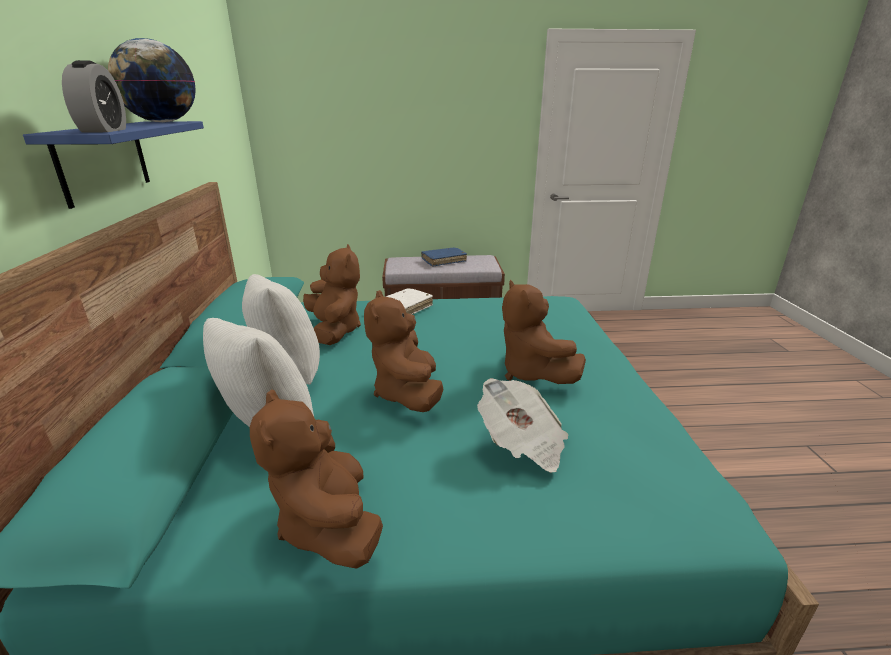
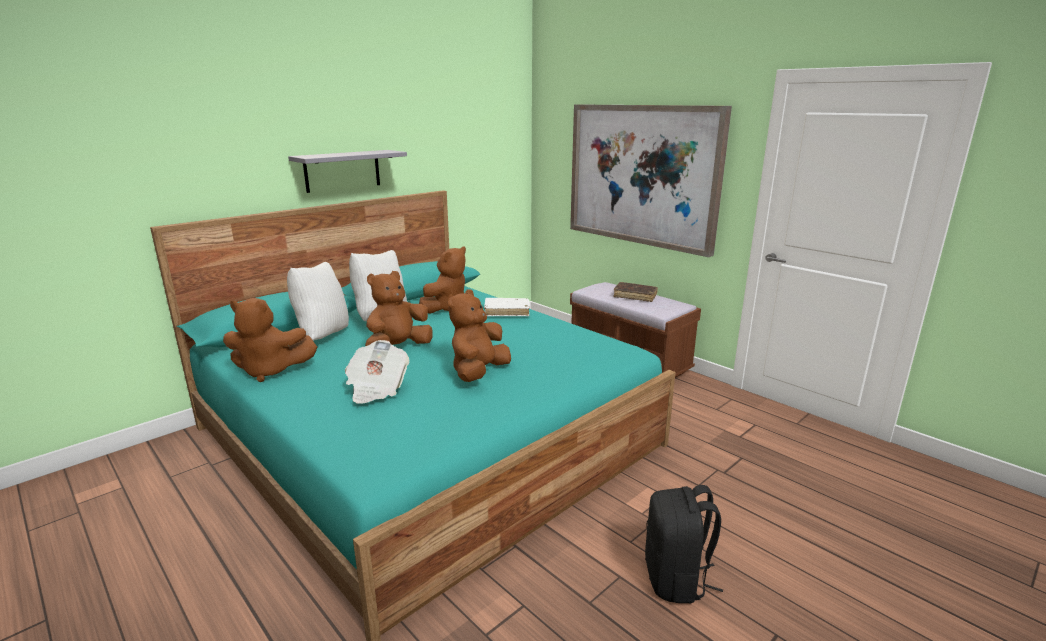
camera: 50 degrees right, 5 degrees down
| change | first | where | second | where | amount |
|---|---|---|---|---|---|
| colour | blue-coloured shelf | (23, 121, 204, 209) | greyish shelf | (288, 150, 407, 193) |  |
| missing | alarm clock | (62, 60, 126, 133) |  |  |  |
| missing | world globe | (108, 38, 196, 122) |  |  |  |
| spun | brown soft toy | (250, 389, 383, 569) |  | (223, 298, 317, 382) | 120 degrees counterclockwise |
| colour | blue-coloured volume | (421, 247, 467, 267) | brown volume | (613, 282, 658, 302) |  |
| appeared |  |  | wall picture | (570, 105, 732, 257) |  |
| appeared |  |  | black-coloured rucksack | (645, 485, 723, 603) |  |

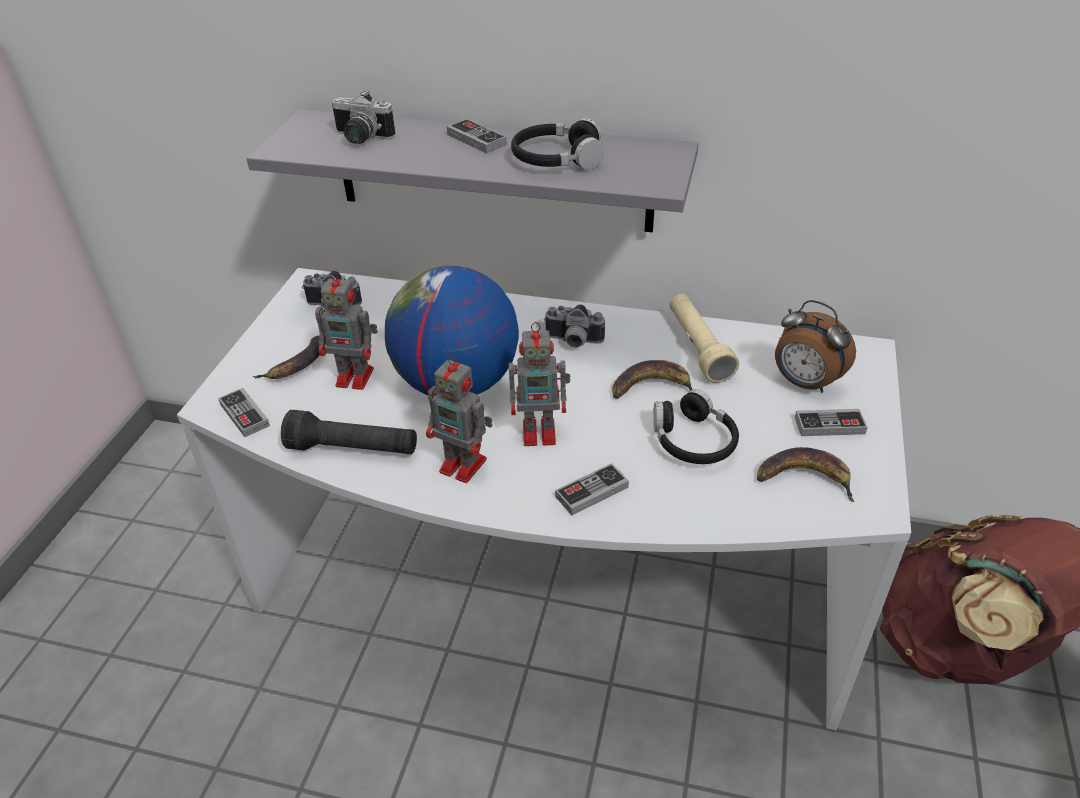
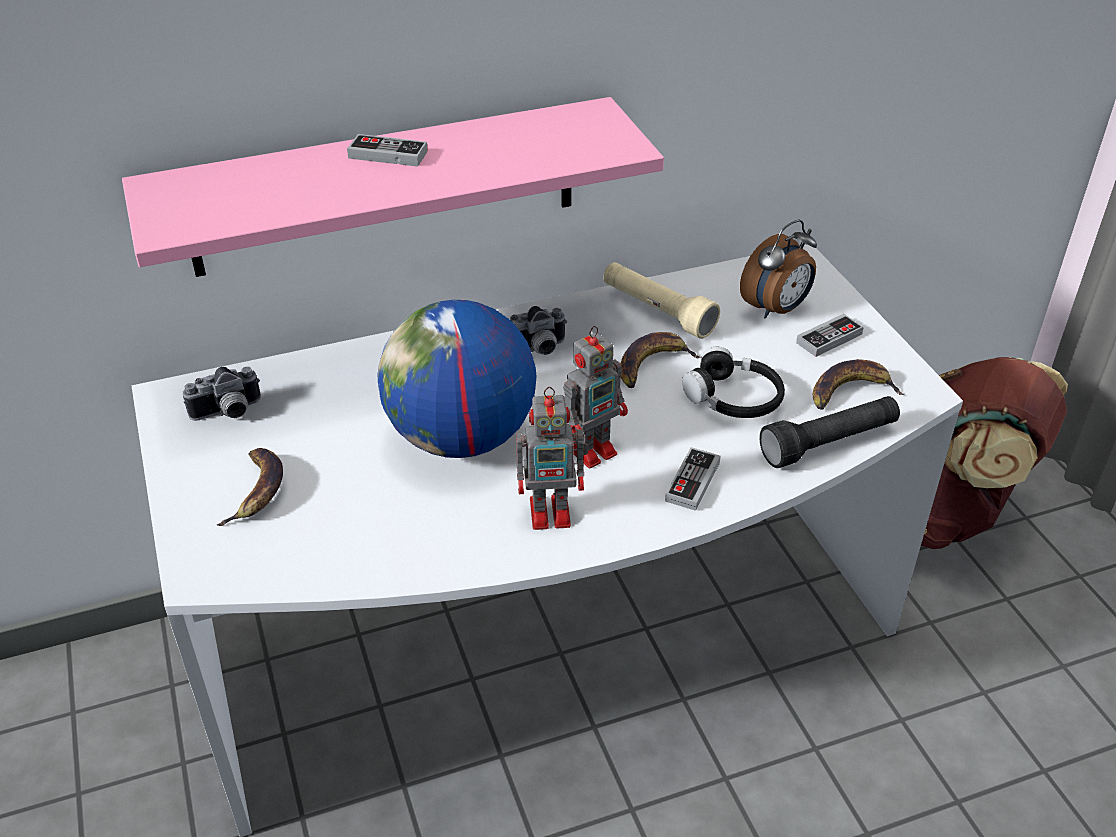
camera: 35 degrees left, 0 degrees up
| change | first | where | second | where | amount |
|---|---|---|---|---|---|
| missing | joypad | (218, 388, 270, 437) |  |  |  |
| colour | greyish shelf | (246, 109, 699, 233) | pink shelf | (122, 97, 664, 277) |  |
| relocated | black-coloured torch | (281, 410, 417, 454) |  | (760, 396, 900, 468) |  |
| missing | toy robot | (315, 270, 378, 390) |  |  |  |
| missing | still camera | (332, 91, 395, 144) |  |  |  |
| missing | black-coloured headset | (511, 118, 605, 170) |  |  |  |
| spun | alarm clock | (775, 300, 856, 393) |  | (740, 220, 817, 319) | 45 degrees counterclockwise |

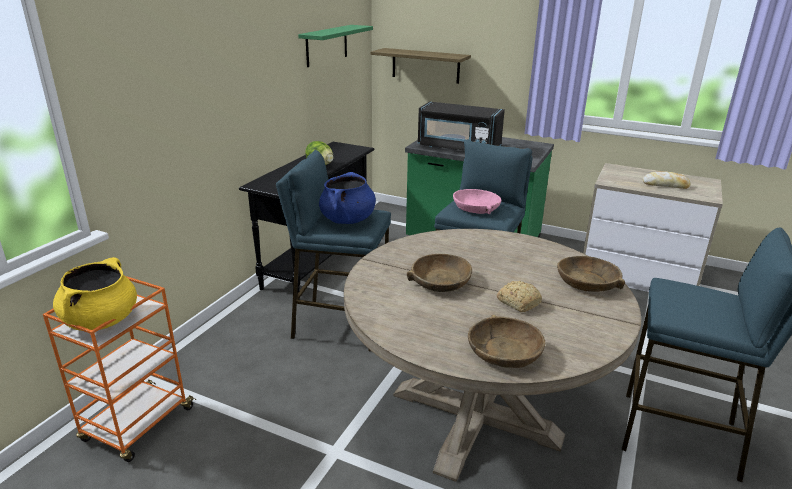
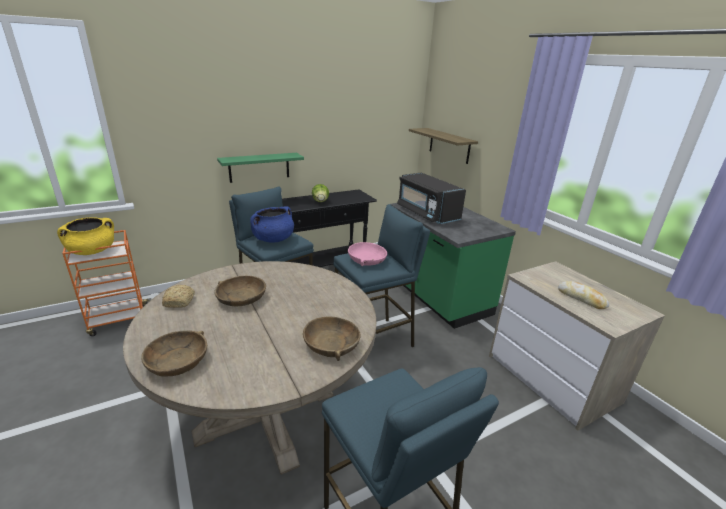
camera: 35 degrees right, 0 degrees up
| change | first | where | second | where | amount |
|---|---|---|---|---|---|
| relocated | green shelf | (298, 25, 373, 67) |  | (217, 153, 304, 183) |  |
| relocated | bread | (497, 281, 542, 312) |  | (162, 285, 195, 308) |  |

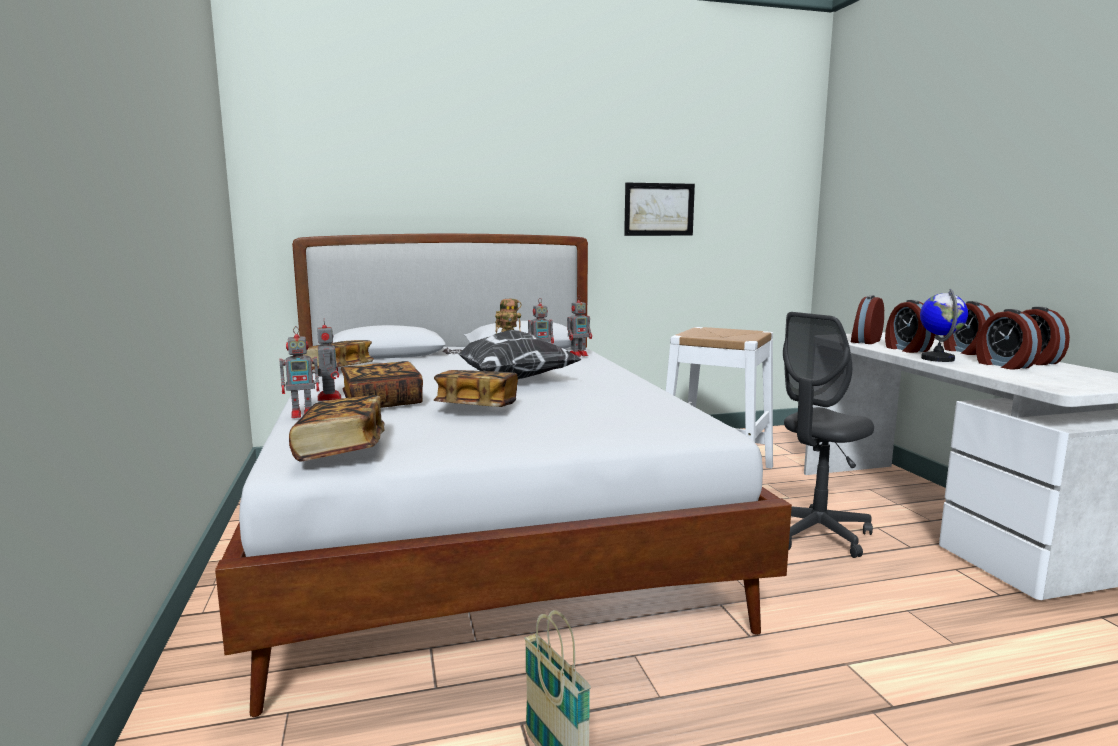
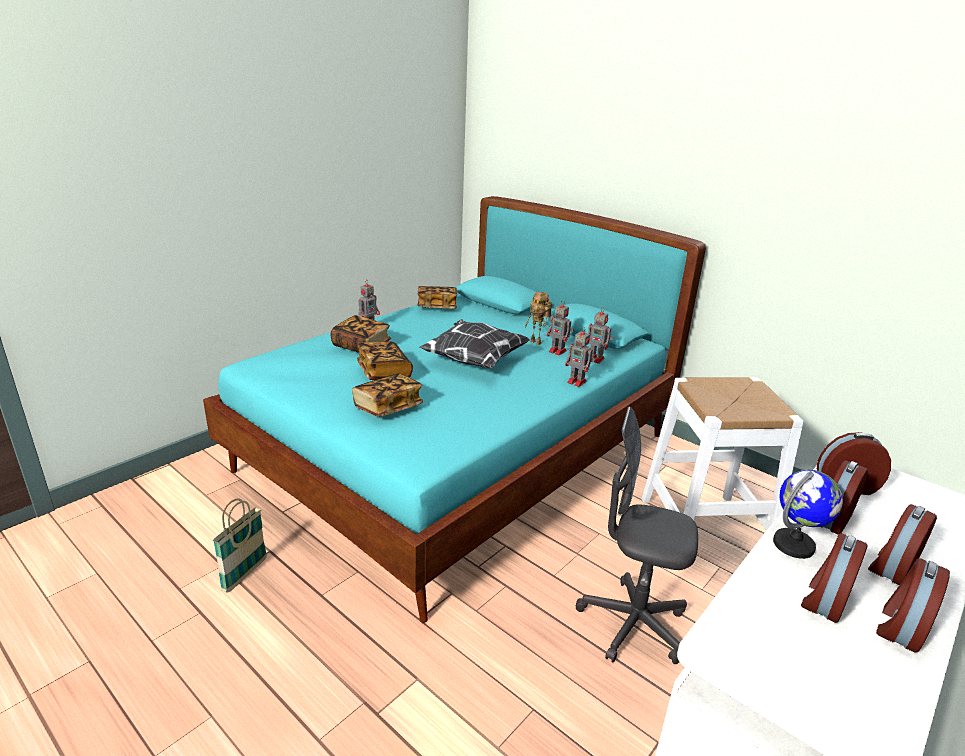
camera: 55 degrees right, 15 degrees up
| change | first | where | second | where | amount |
|---|---|---|---|---|---|
| colour | white-coloured sleeping bed | (215, 233, 792, 717) | turquoise sleeping bed | (203, 196, 706, 623) |  |
| relocated | toy robot | (279, 326, 322, 418) |  | (565, 327, 595, 387) |  |
| relocated | volume | (289, 395, 385, 462) |  | (352, 373, 423, 417) |  |
| missing | wall picture | (624, 182, 695, 236) |  |  |  |

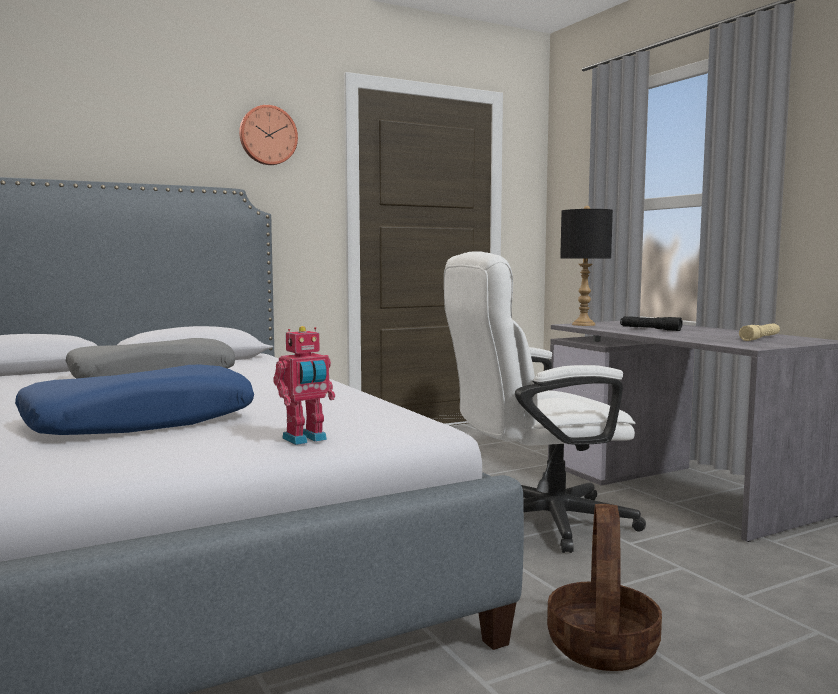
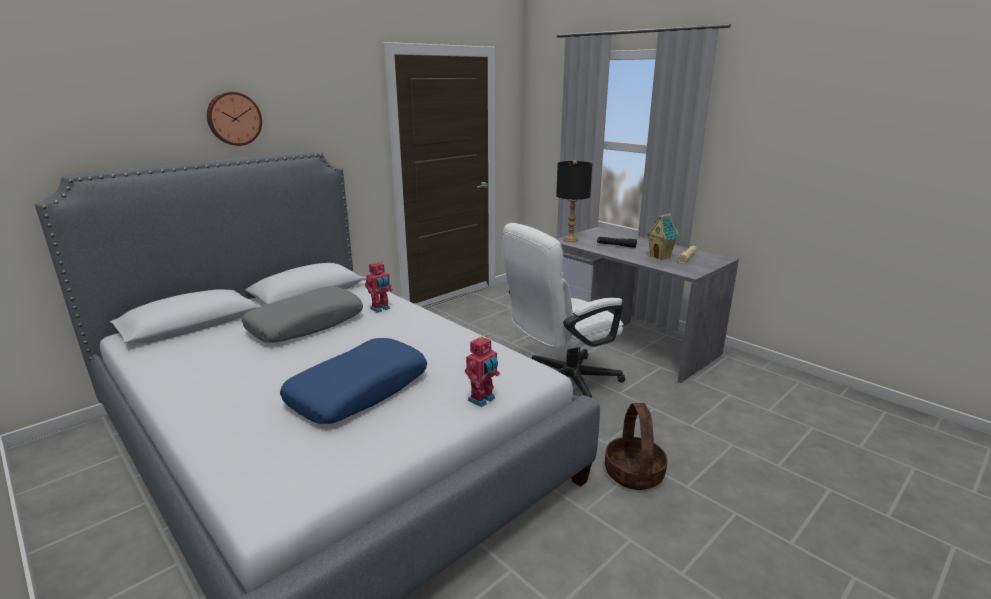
camera: 15 degrees left, 15 degrees up
| change | first | where | second | where | amount |
|---|---|---|---|---|---|
| relocated | hanging clock | (239, 105, 298, 165) |  | (207, 92, 262, 146) |  |
| appeared |  |  | toy robot | (365, 261, 393, 313) |  |
| appeared |  |  | model house | (646, 213, 679, 260) |  |

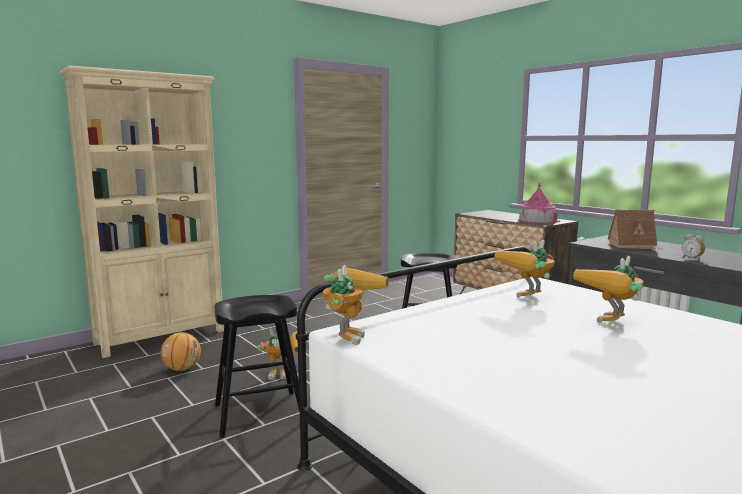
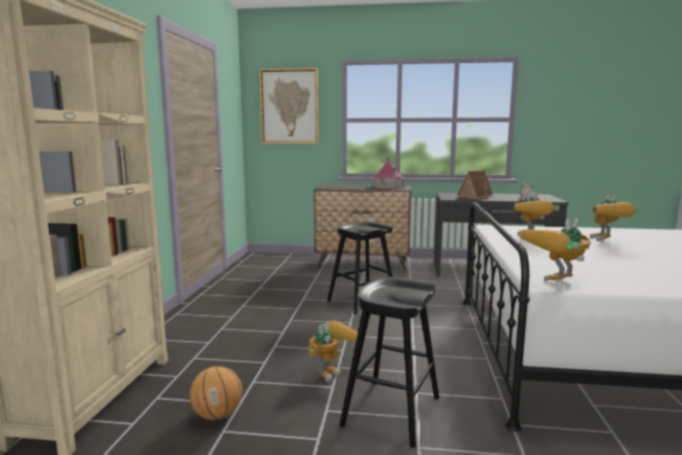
camera: 45 degrees left, 0 degrees up
| change | first | where | second | where | amount |
|---|---|---|---|---|---|
| spun | toy robot | (323, 265, 389, 345) |  | (520, 218, 591, 281) | 90 degrees counterclockwise |
| appeared |  |  | wall picture | (260, 68, 319, 144) |  |

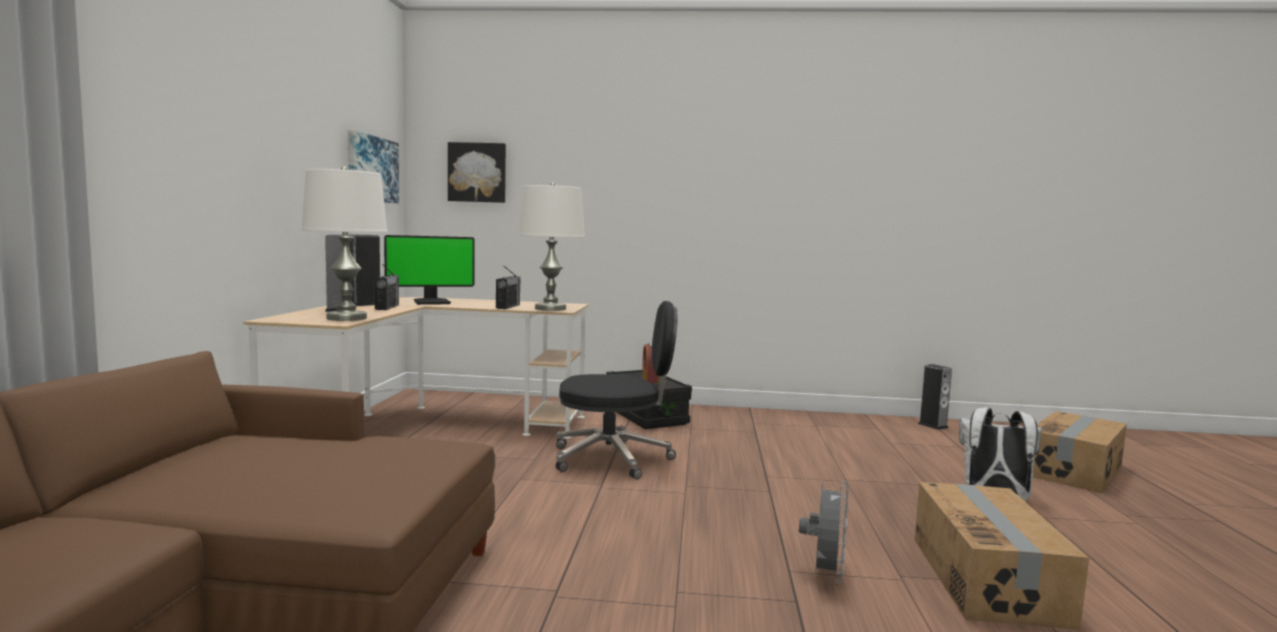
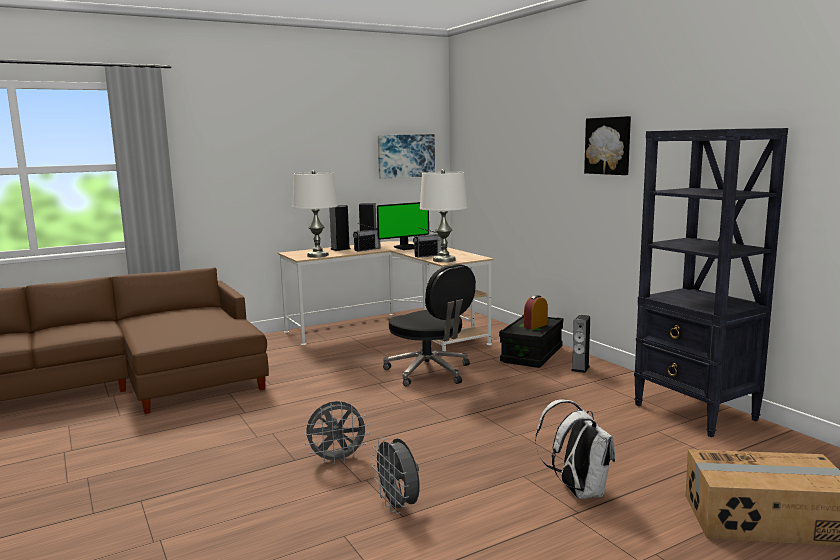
camera: 55 degrees right, 5 degrees up
| change | first | where | second | where | amount |
|---|---|---|---|---|---|
| spun | computer display | (384, 235, 475, 305) |  | (377, 202, 429, 250) | 60 degrees counterclockwise |
| relocated | wall picture | (448, 142, 506, 203) |  | (584, 116, 631, 175) |  |
| exchanged | packing box | (915, 482, 1089, 630) | greyish electric fan | (372, 437, 420, 514) |  |
| relocated | loudspeaker | (918, 364, 952, 430) |  | (571, 315, 590, 373) |  |
| appeared |  |  | black-coloured shelving unit | (634, 128, 788, 437) |  |

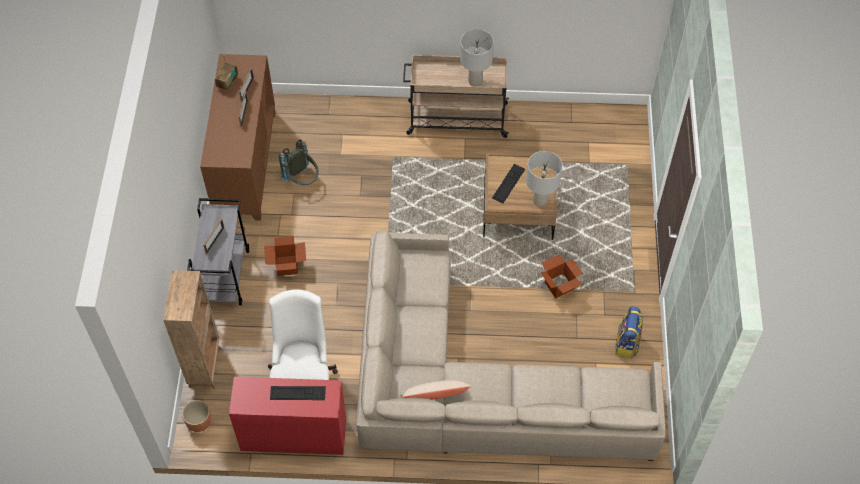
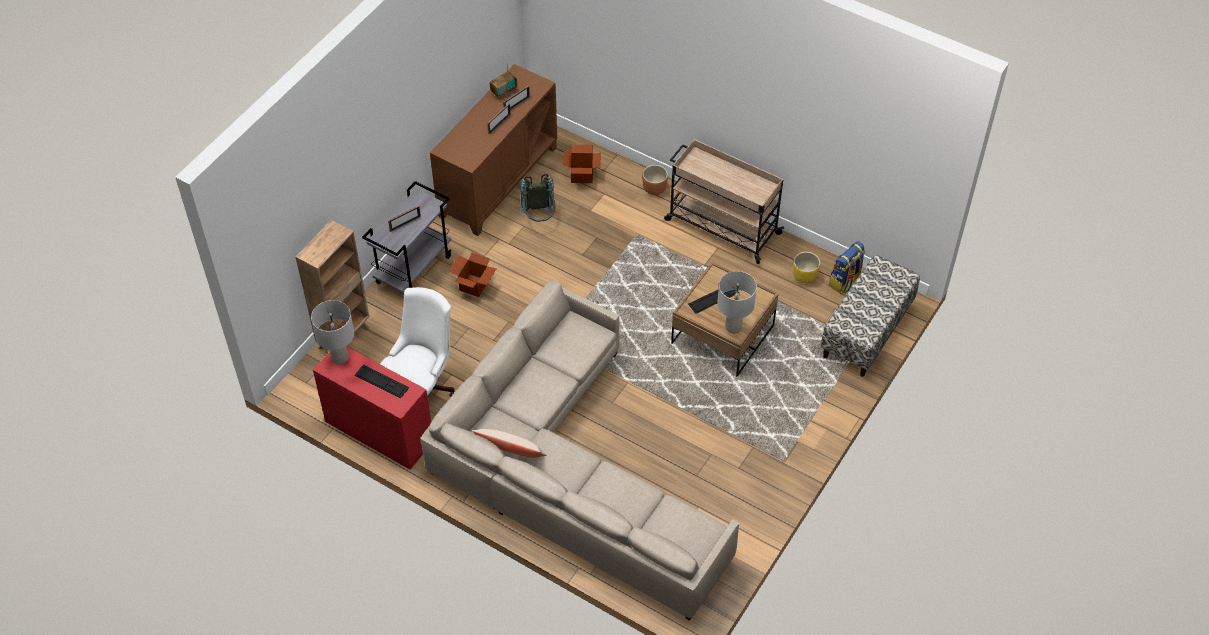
camera: 30 degrees right, 5 degrees down
| change | first | where | second | where | amount |
|---|---|---|---|---|---|
| relocated | brown planter | (182, 400, 211, 432) |  | (642, 165, 668, 195) |  |
| relocated | greyish lamp for a table | (460, 29, 494, 86) |  | (311, 300, 354, 365) |  |
| relocated | packing box | (541, 254, 583, 298) |  | (563, 145, 601, 183) |  |
| relocated | rucksack | (615, 306, 643, 358) |  | (829, 241, 865, 294) |  |
| appeared |  |  | yellow-coloured planter | (793, 252, 820, 283) |  |
| appeared |  |  | indoor bench | (821, 255, 920, 377) |  |

